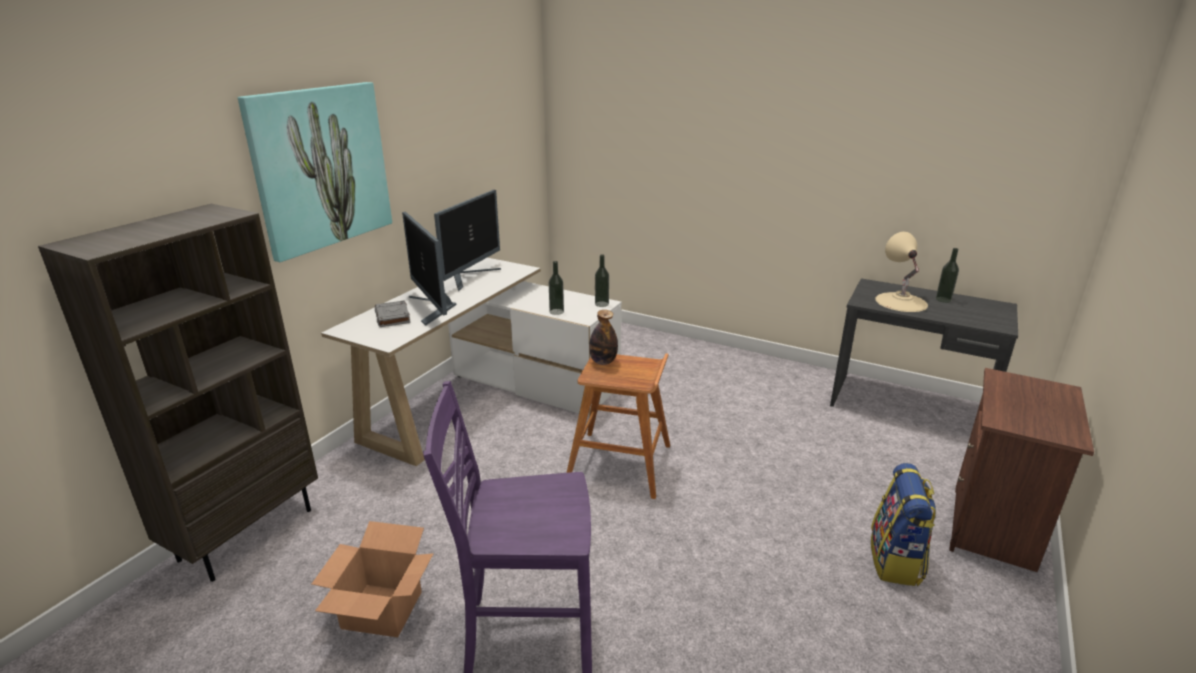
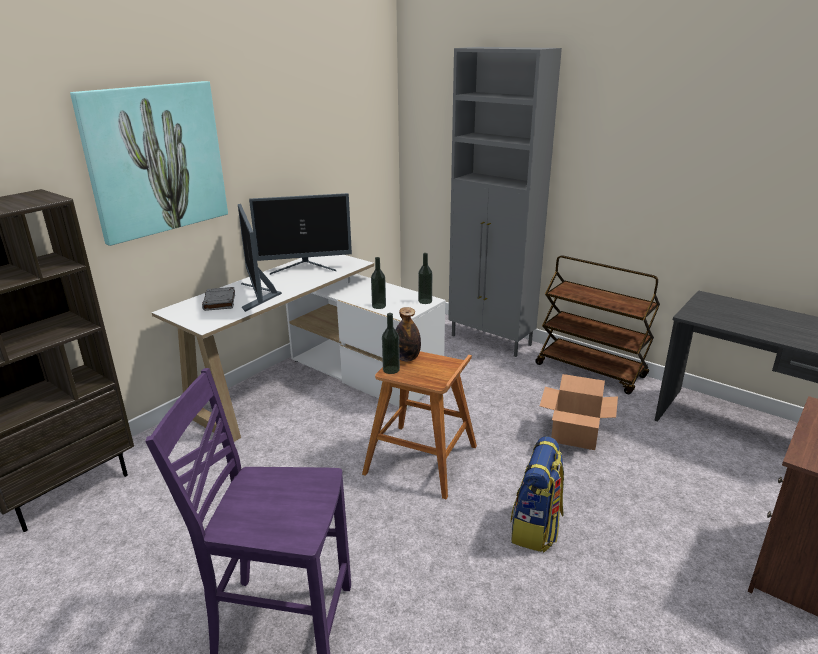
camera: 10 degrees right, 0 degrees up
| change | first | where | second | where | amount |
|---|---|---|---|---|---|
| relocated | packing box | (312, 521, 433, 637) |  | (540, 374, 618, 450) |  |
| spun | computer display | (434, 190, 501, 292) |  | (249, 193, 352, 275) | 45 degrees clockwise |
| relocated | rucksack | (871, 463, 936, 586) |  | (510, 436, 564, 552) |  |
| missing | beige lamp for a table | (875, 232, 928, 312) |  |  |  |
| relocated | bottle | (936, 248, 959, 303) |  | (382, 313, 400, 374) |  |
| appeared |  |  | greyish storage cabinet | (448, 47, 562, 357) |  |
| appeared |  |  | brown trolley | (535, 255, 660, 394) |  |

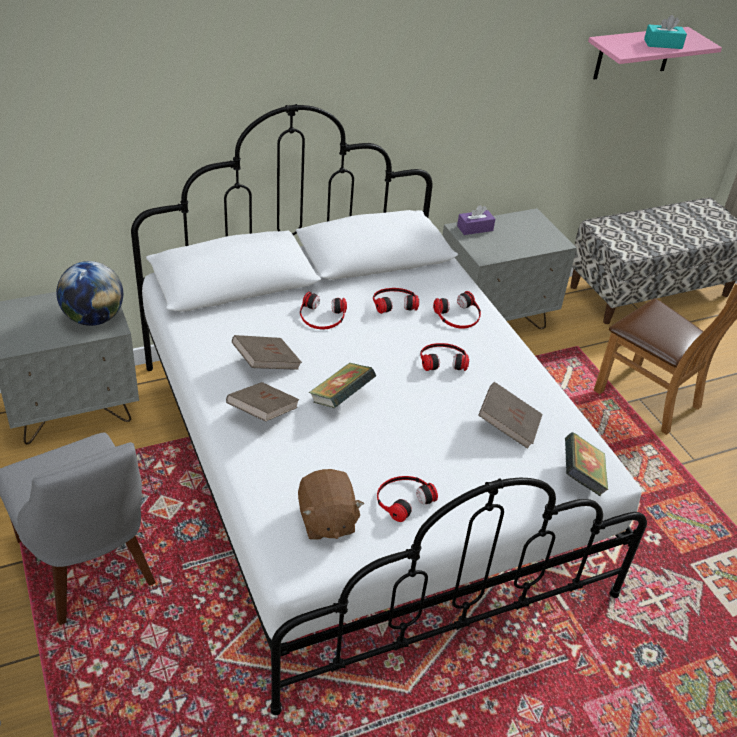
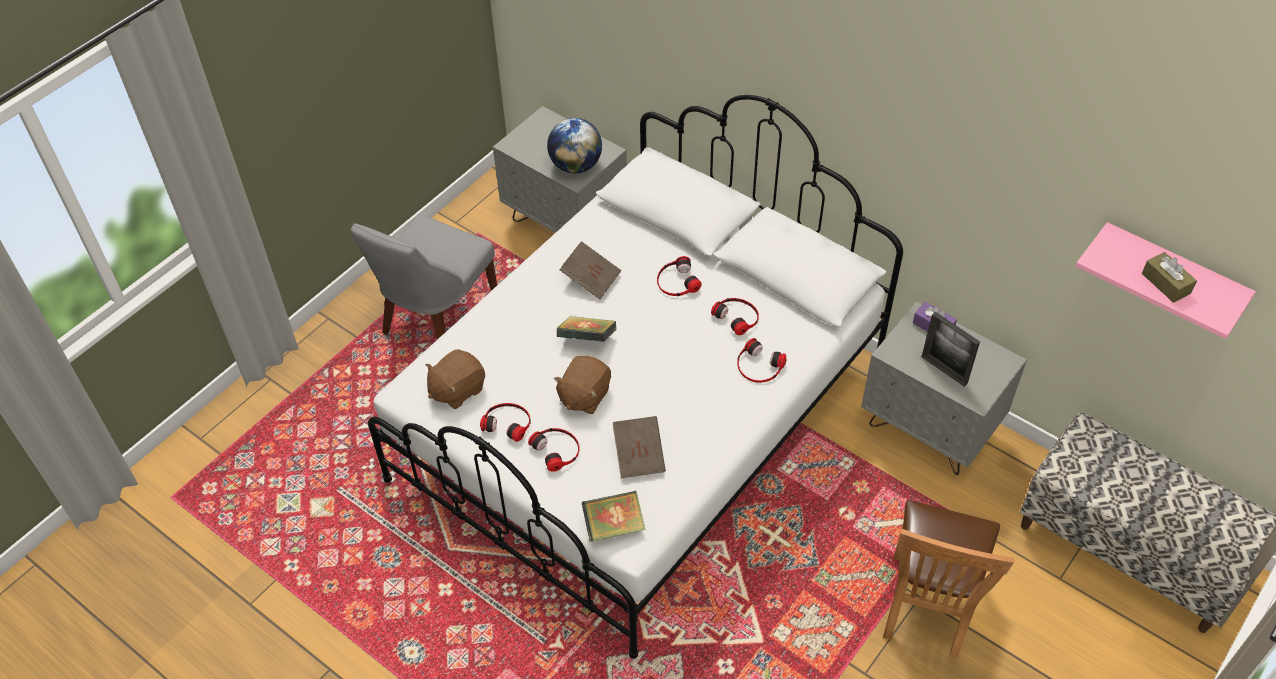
camera: 65 degrees right, 10 degrees up
| change | first | where | second | where | amount |
|---|---|---|---|---|---|
| missing | brown volume | (226, 382, 300, 422) |  |  |  |
| relocated | headset | (420, 343, 469, 371) |  | (528, 428, 579, 472) |  |
| colour | turquoise tissue box | (644, 15, 687, 49) | brown tissue box | (1142, 252, 1197, 303) |  |
| appeared |  |  | brown soft toy | (553, 356, 611, 414) |  |
| appeared |  |  | picture frame | (922, 311, 980, 387) |  |

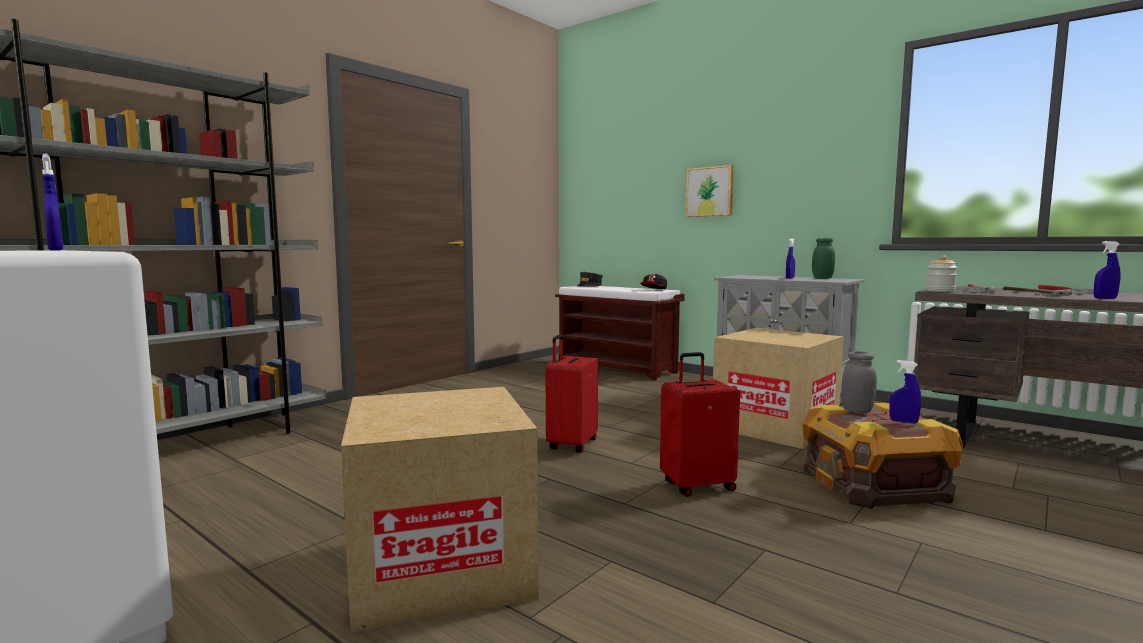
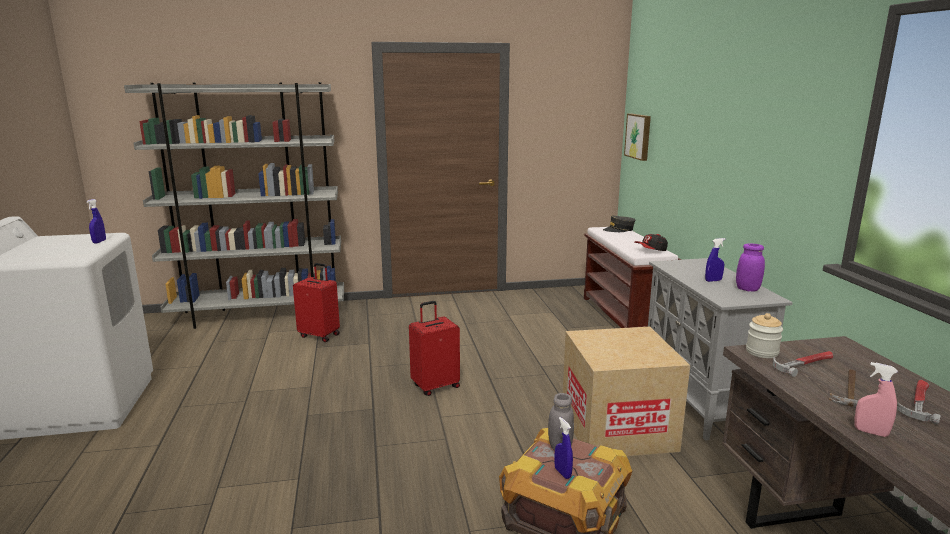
camera: 40 degrees right, 10 degrees up
| change | first | where | second | where | amount |
|---|---|---|---|---|---|
| missing | packing box | (341, 387, 539, 632) |  |  |  |
| relocated | reddish suitcase | (660, 352, 740, 497) |  | (293, 263, 340, 342) |  |
| relocated | wall picture | (686, 165, 734, 217) |  | (624, 114, 651, 161) |  |
| colour | green preserve jar | (812, 238, 835, 279) | purple preserve jar | (736, 243, 765, 292) |  |
| colour | blue-coloured spray bottle | (1094, 241, 1121, 299) | pink spray bottle | (854, 362, 898, 437) |  |

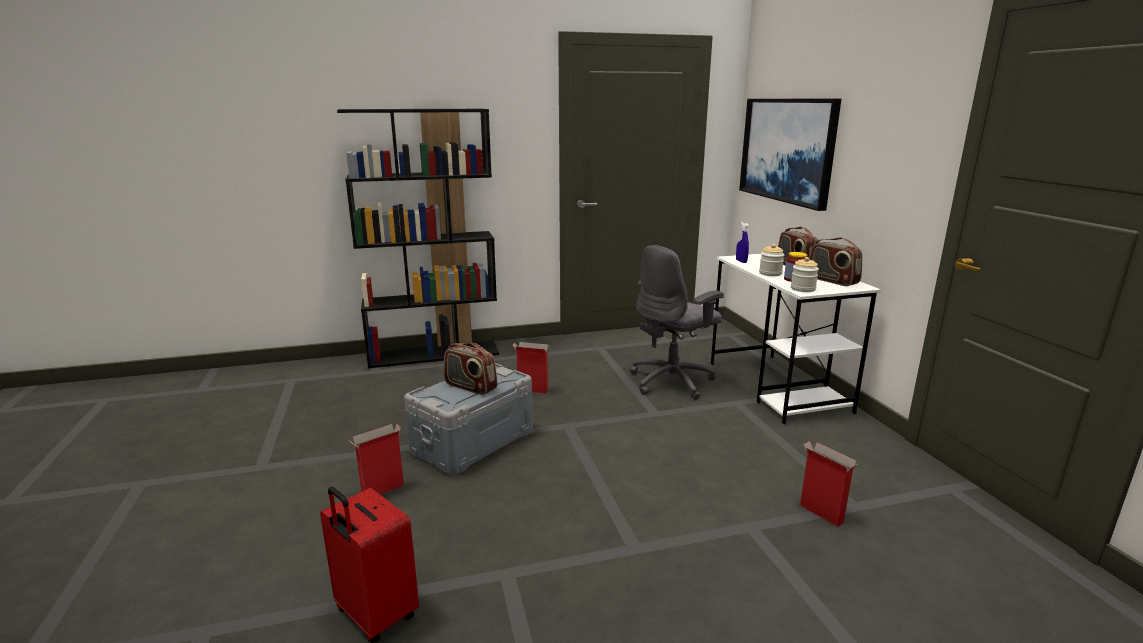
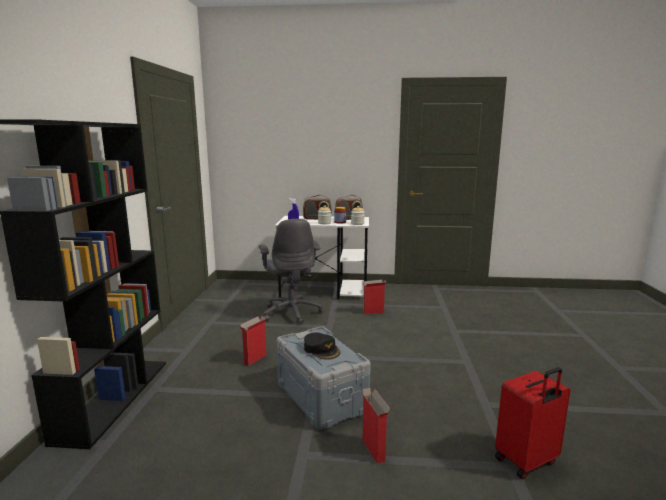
camera: 70 degrees left, 5 degrees down
| change | first | where | second | where | amount |
|---|---|---|---|---|---|
| exchanged | radio set | (444, 343, 497, 395) | black-coloured cap | (304, 332, 340, 360) |  |
| missing | wall picture | (739, 99, 841, 211) |  |  |  |
| relocated | packing box | (800, 441, 857, 527) |  | (363, 280, 387, 315) |  |

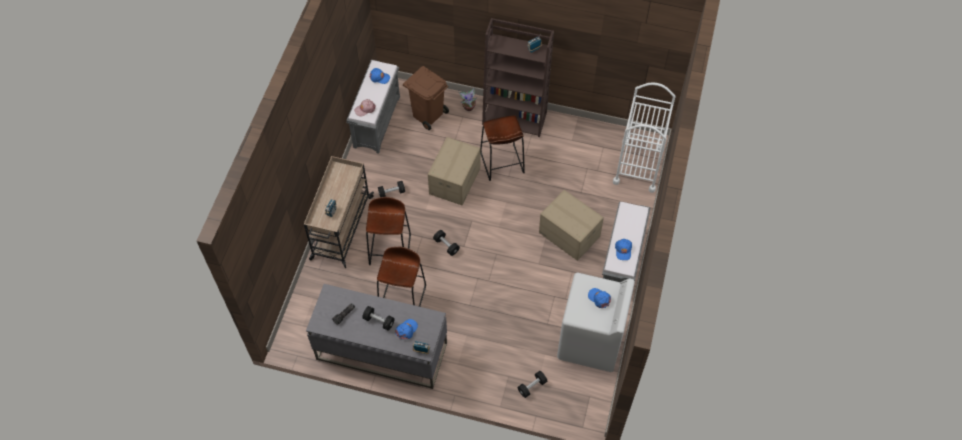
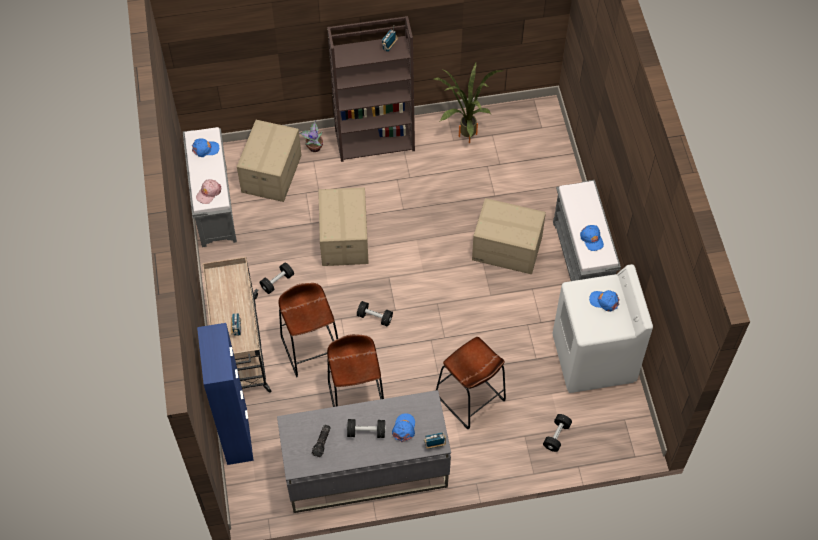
camera: 25 degrees left, 0 degrees up
| change | first | where | second | where | amount |
|---|---|---|---|---|---|
| exchanged | brown trash can | (403, 66, 449, 130) | packing box | (237, 120, 301, 202) |  |
| relocated | brown stool seat | (480, 115, 525, 181) |  | (436, 337, 506, 430) |  |
| missing | white-coloured trolley | (613, 82, 676, 193) |  |  |  |
| appeared |  |  | blue-coloured storage cabinet | (197, 323, 254, 465) |  |
| appeared |  |  | potted plant | (434, 61, 504, 143) |  |

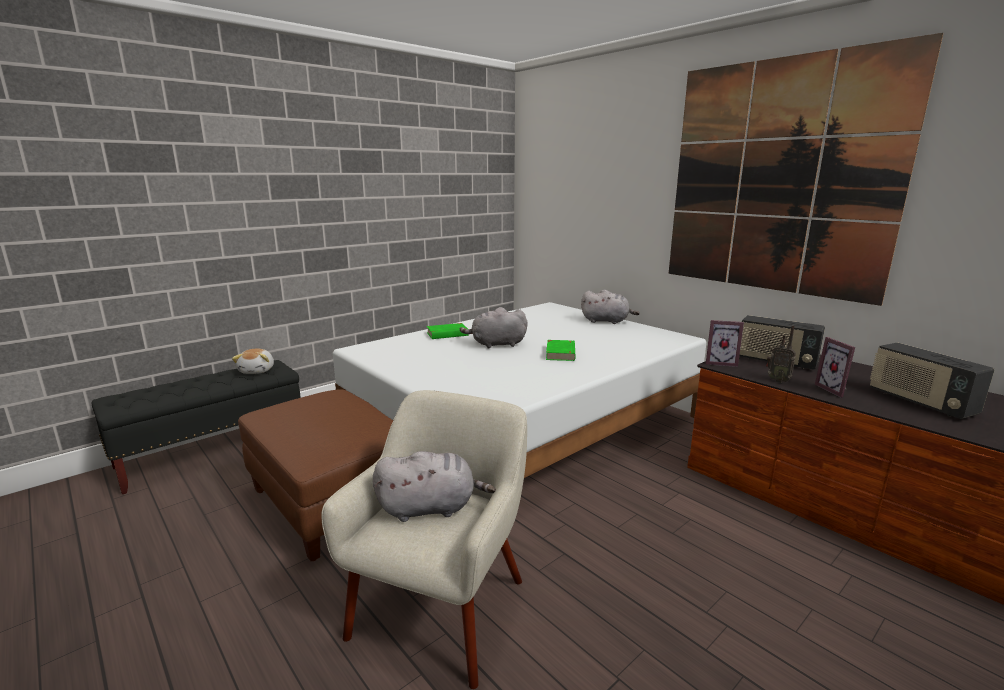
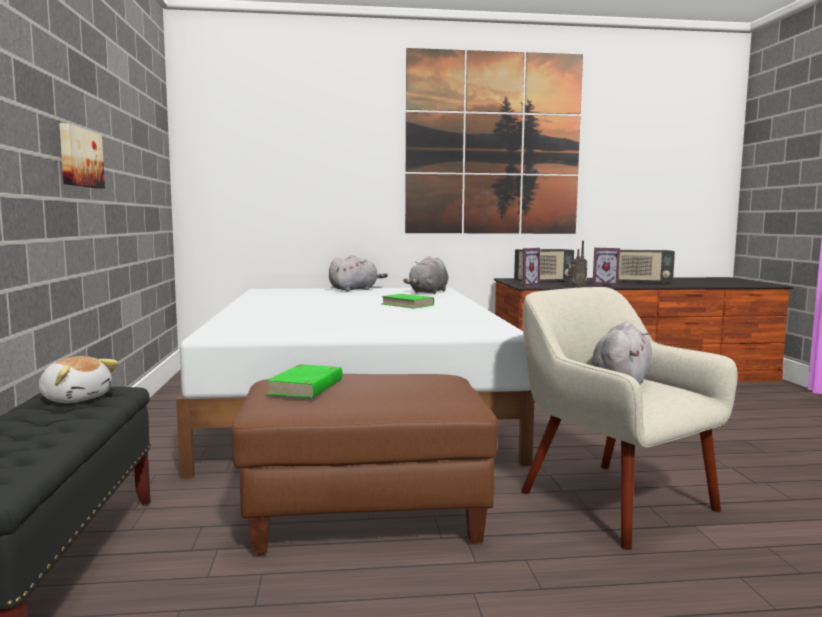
camera: 55 degrees left, 10 degrees down
| change | first | where | second | where | amount |
|---|---|---|---|---|---|
| relocated | green volume | (427, 323, 469, 339) |  | (266, 364, 342, 398) |  |
| relocated | greyish soft toy | (460, 307, 528, 349) |  | (403, 256, 448, 294) |  |
| appeared |  |  | wall picture | (59, 123, 105, 189) |  |

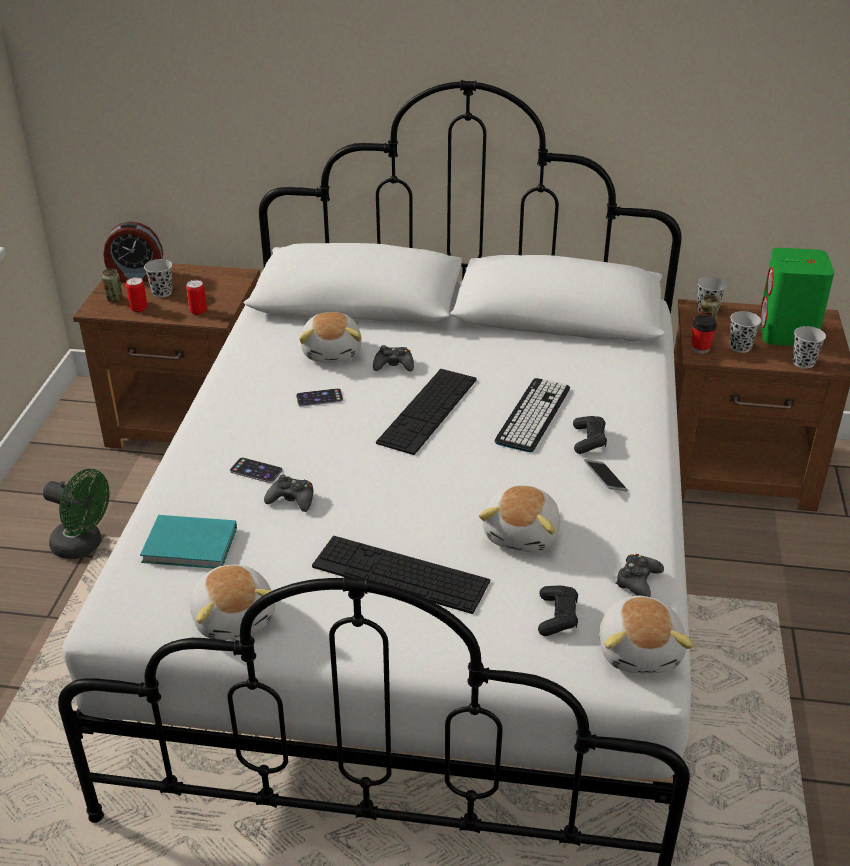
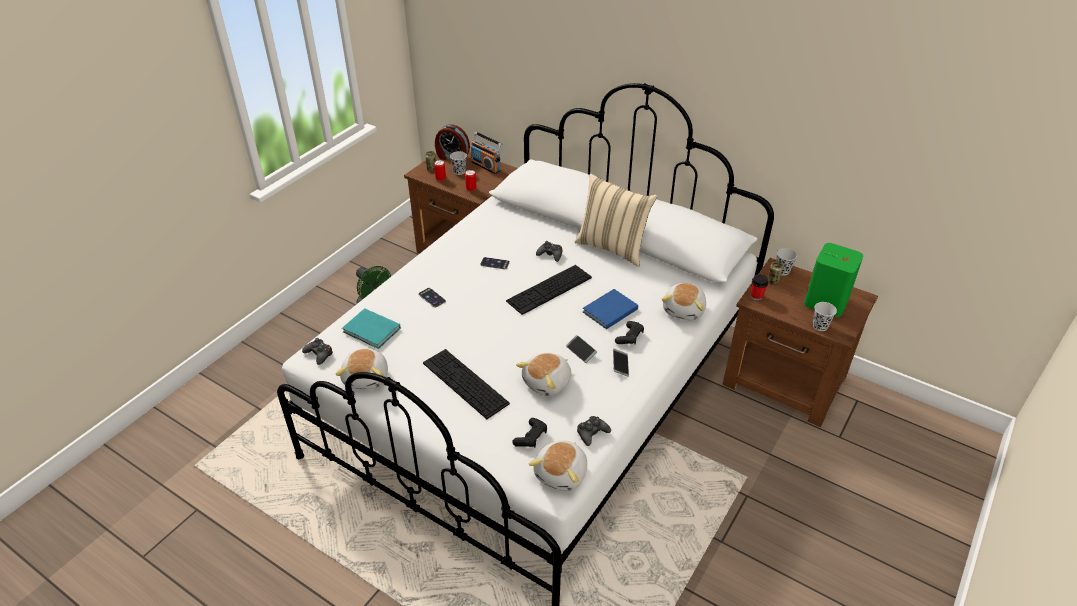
camera: 25 degrees right, 5 degrees up
| change | first | where | second | where | amount |
|---|---|---|---|---|---|
| relocated | black-coloured joypad | (264, 474, 313, 512) |  | (302, 338, 333, 365) |  |
| relocated | soft toy | (299, 312, 362, 362) |  | (662, 283, 706, 320) |  |
| exchanged | keyboard | (495, 378, 570, 452) | blue-coloured volume | (583, 289, 638, 329) |  |
| missing | black-coloured small cup | (730, 311, 761, 353) |  |  |  |
| appeared |  |  | radio set | (471, 132, 503, 174) |  |
| appeared |  |  | phone | (566, 335, 597, 363) |  |
| appeared |  |  | beige throw pillow | (575, 174, 657, 267) |  |

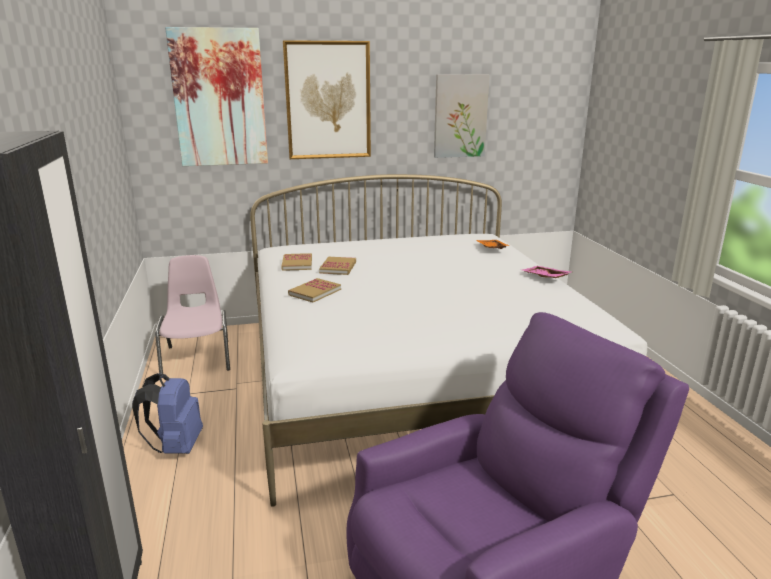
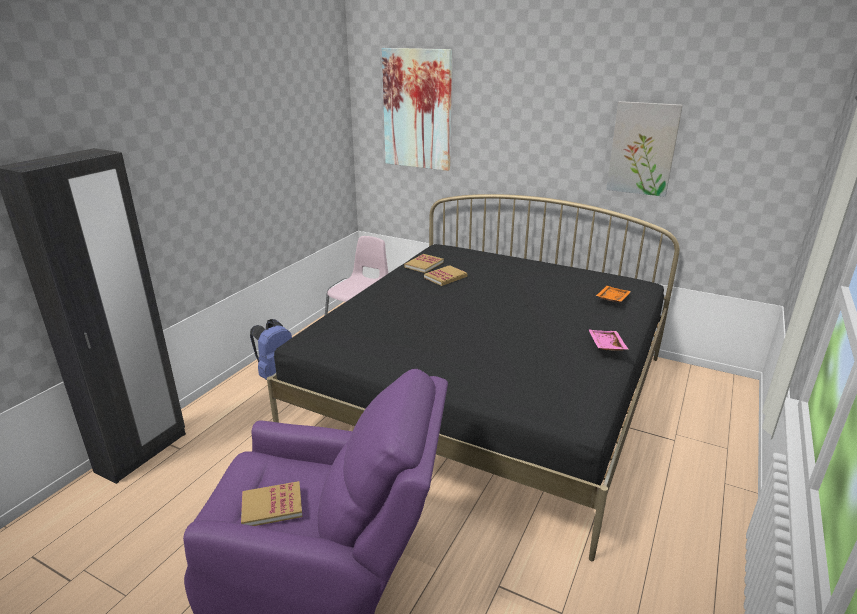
camera: 40 degrees right, 5 degrees up
| change | first | where | second | where | amount |
|---|---|---|---|---|---|
| colour | white-coloured sleeping bed | (250, 174, 647, 507) | black-coloured sleeping bed | (267, 194, 679, 561) |  |
| missing | wall picture | (283, 40, 371, 159) |  |  |  |
| relocated | volume | (288, 278, 341, 303) |  | (241, 481, 302, 526) |  |

